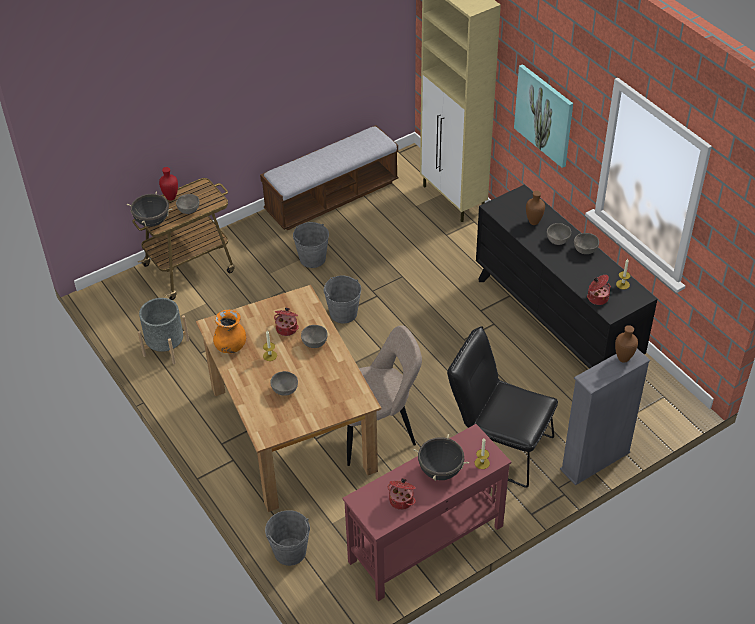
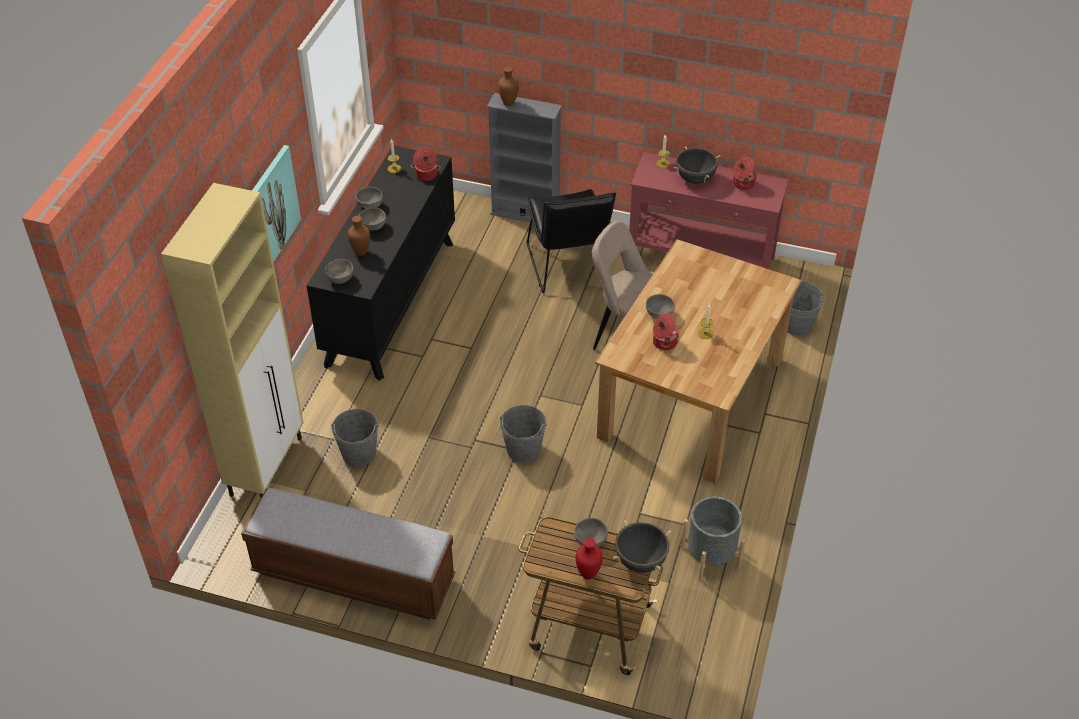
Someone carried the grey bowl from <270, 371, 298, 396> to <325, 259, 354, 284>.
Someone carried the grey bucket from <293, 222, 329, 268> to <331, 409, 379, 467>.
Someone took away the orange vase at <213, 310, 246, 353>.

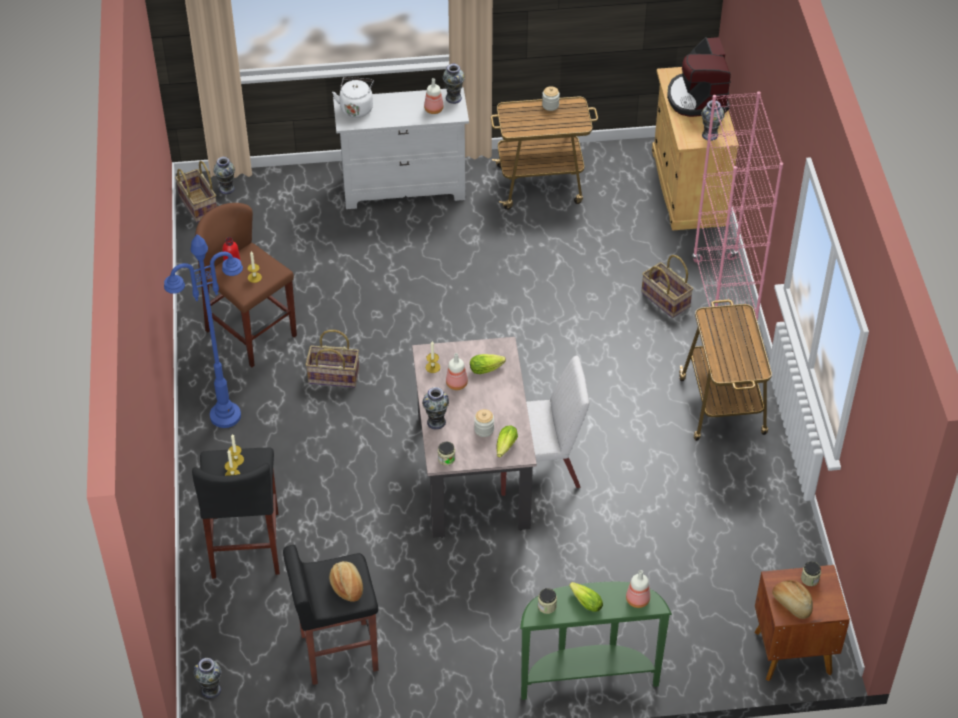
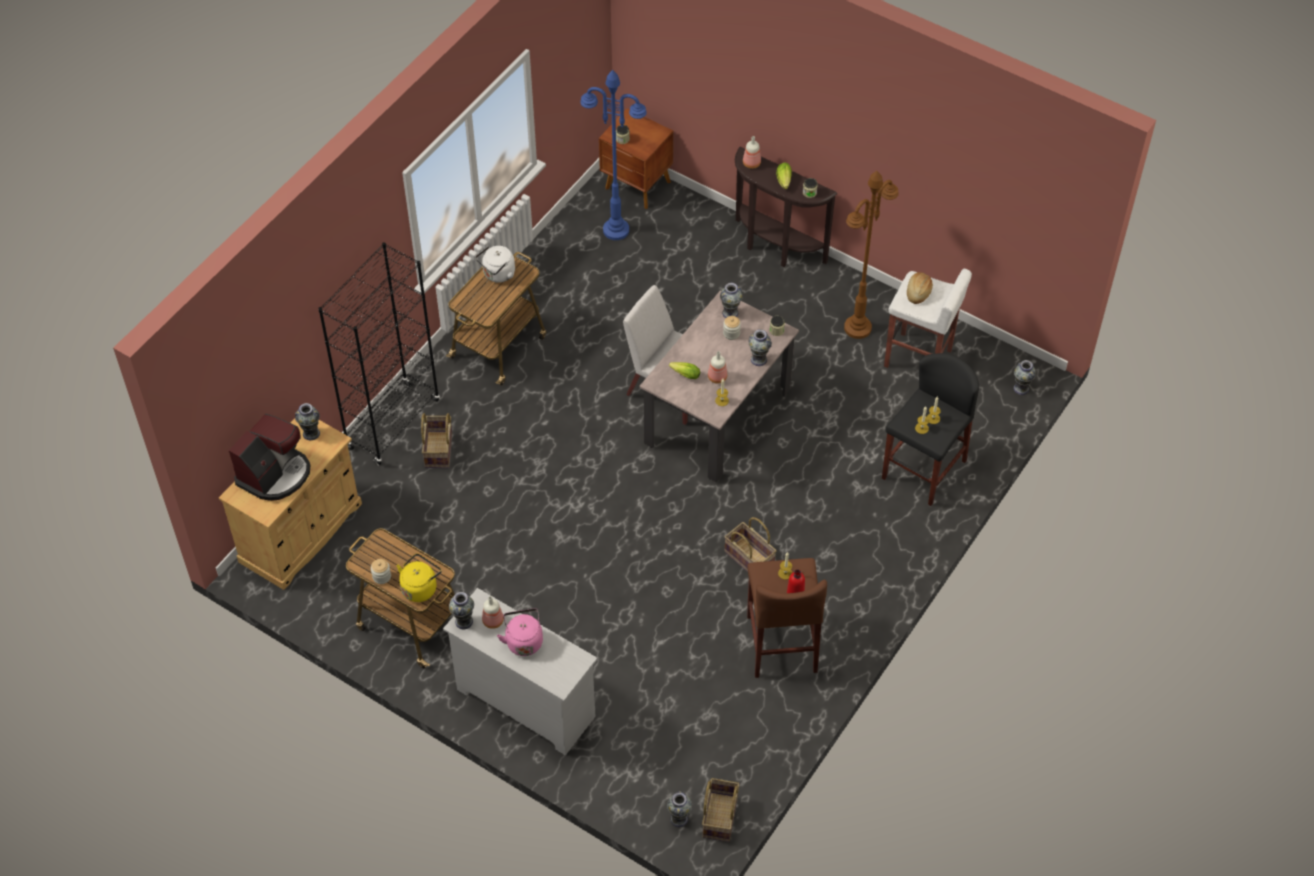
Someone repainted the pink bookcase at <692, 91, 783, 333>, which became the black bookcase at <318, 242, 440, 465>.
Someone put down the yellow kettle at <397, 554, 442, 602>.
Someone carried the white kettle from <332, 77, 374, 118> to <475, 246, 515, 283>.
Someone put down the pink kettle at <497, 609, 543, 656>.
Someone carried the blue floor lamp from <164, 234, 243, 428> to <580, 70, 647, 240>.
Someone swapped the lettuce at <496, 426, 518, 457> for the vase at <720, 283, 743, 318>.
Someone repainted the green console table at <520, 582, 672, 700>, which became the brown console table at <735, 147, 837, 267>.
Someone put down the brown floor lamp at <844, 171, 899, 339>.
Someone repainted the black stool at <283, 545, 378, 685>, which became the white stool at <884, 269, 972, 368>.
Someone took away the bread at <772, 580, 813, 619>.

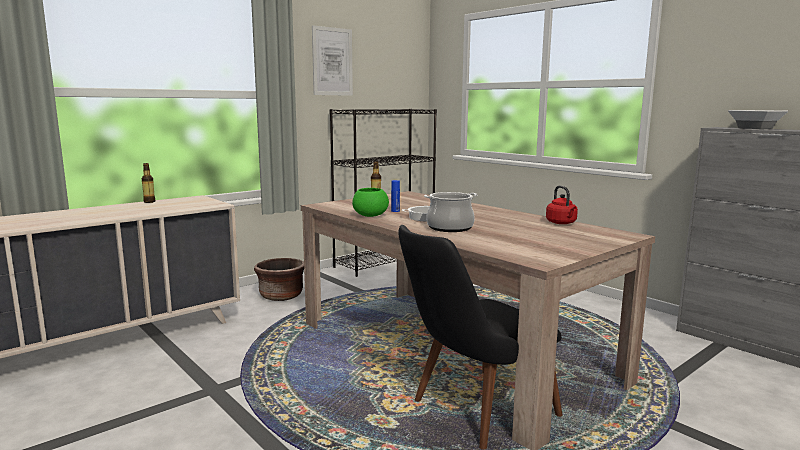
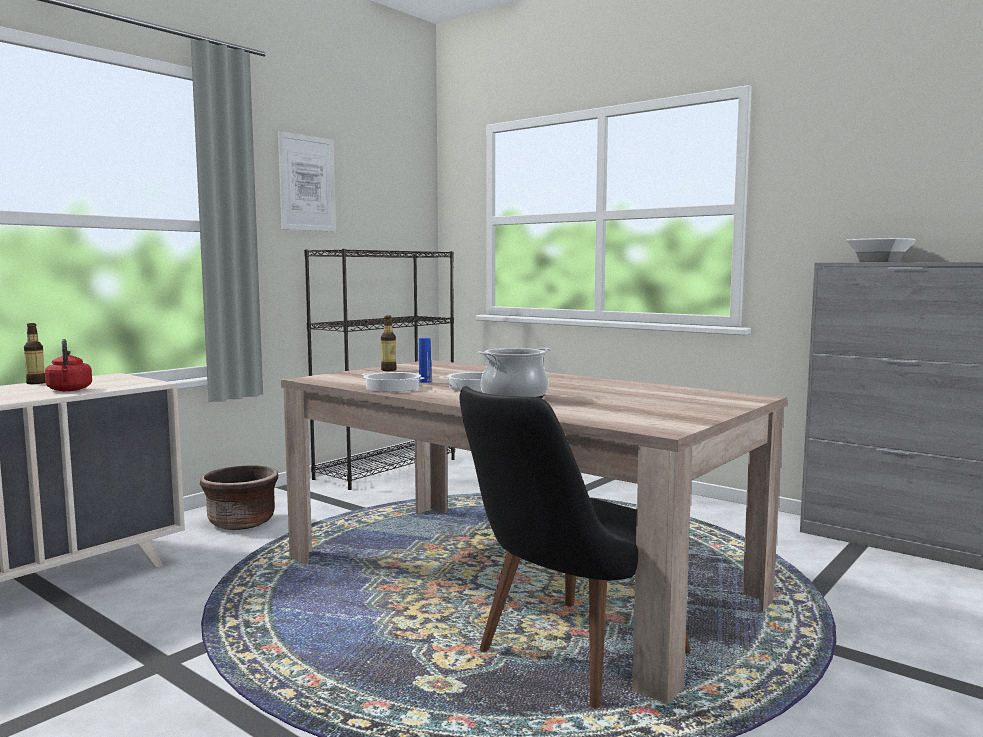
Someone carried the red kettle from <546, 186, 578, 224> to <45, 339, 92, 391>.
Someone swapped the green bowl at <352, 188, 389, 217> for the cooking pot at <362, 372, 424, 392>.

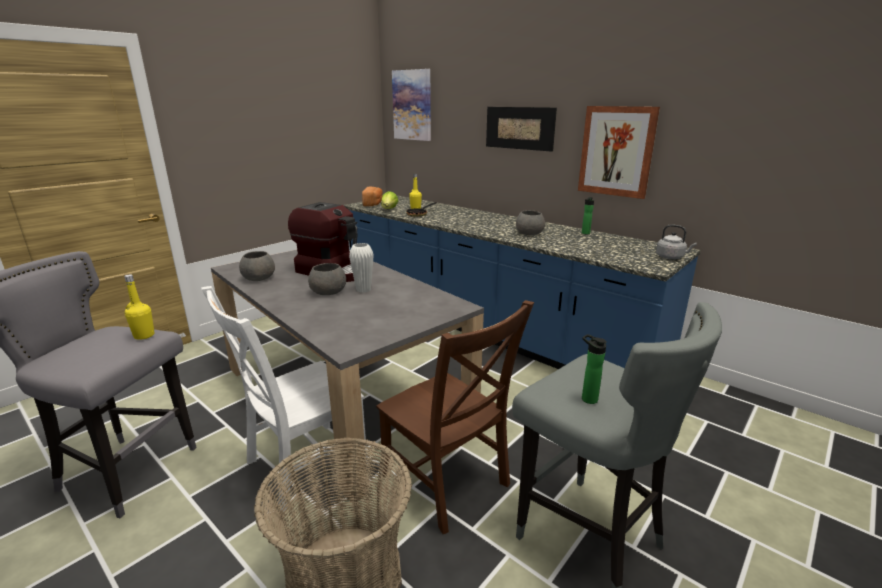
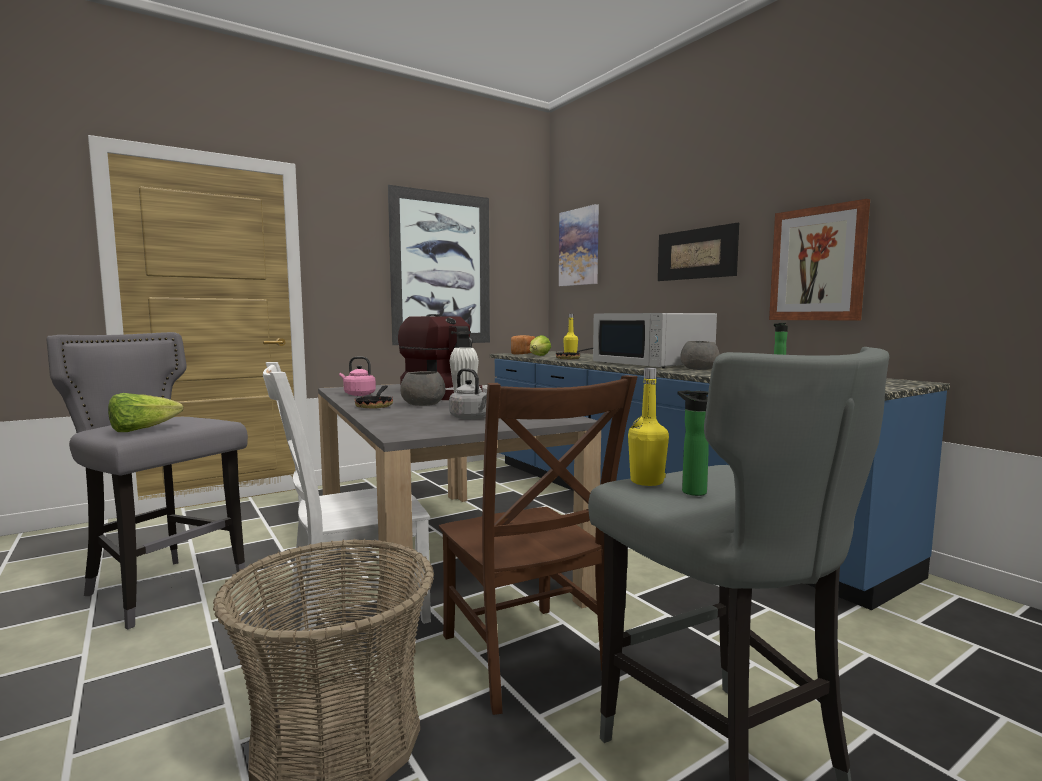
Someone put down the lettuce at <108, 393, 183, 432>.
Someone swapped the grey bowl at <239, 251, 275, 281> for the pink kettle at <339, 357, 376, 396>.
Someone put down the frying pan at <354, 386, 393, 409>.
Someone put up the picture at <388, 185, 490, 345>.
Someone carried the grey kettle from <656, 224, 697, 259> to <449, 368, 487, 420>.
Someone put down the white microwave at <593, 313, 717, 368>.
Someone carried the yellow bottle from <124, 274, 155, 340> to <628, 368, 669, 486>.

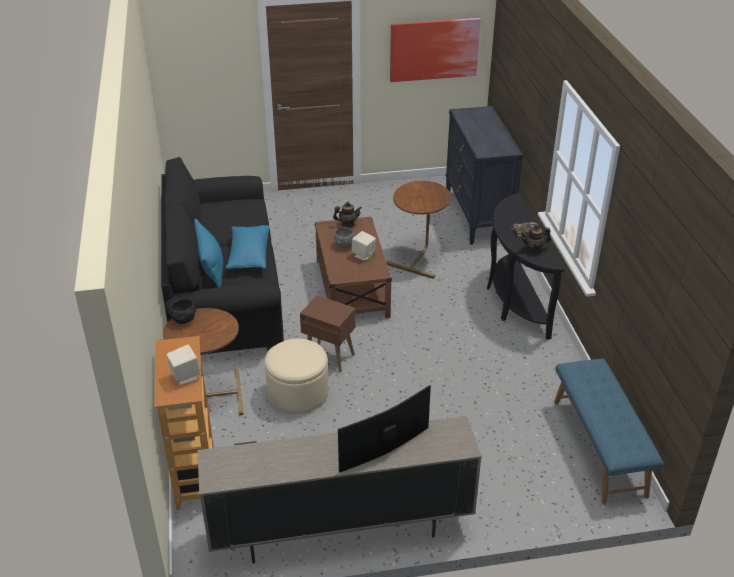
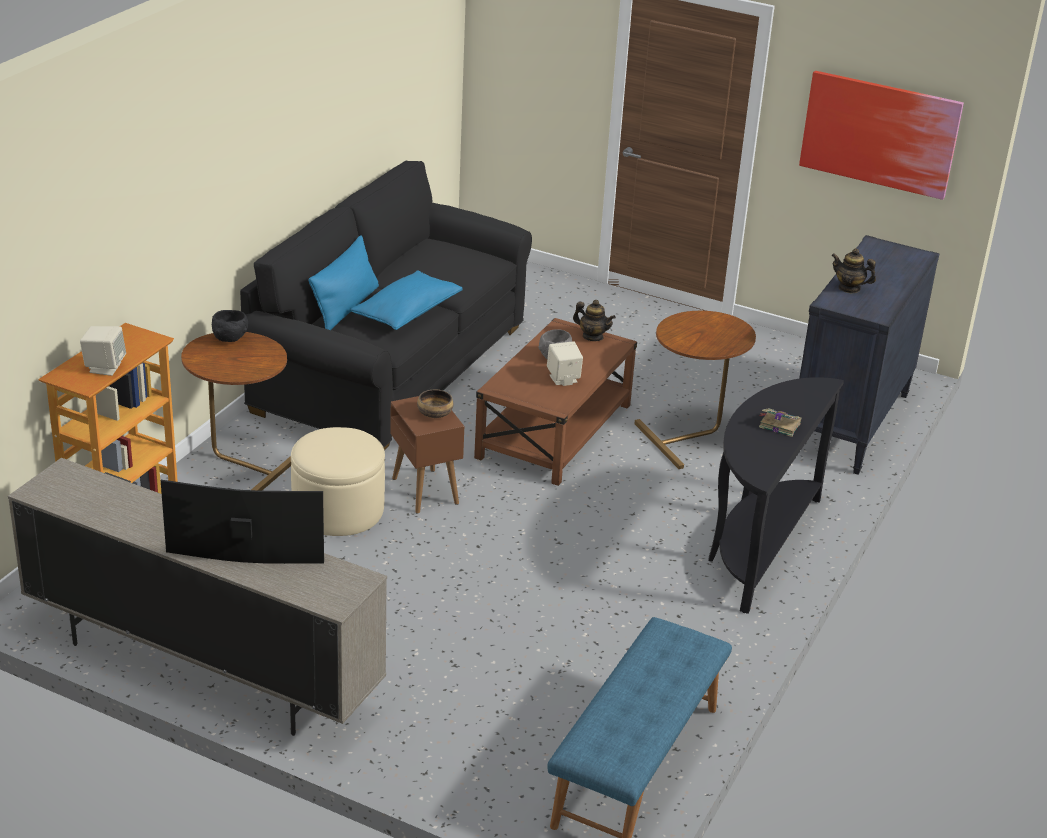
Someone put down the bowl at <417, 390, 453, 418>.
Someone carried the teapot from <520, 225, 551, 254> to <831, 248, 876, 293>.

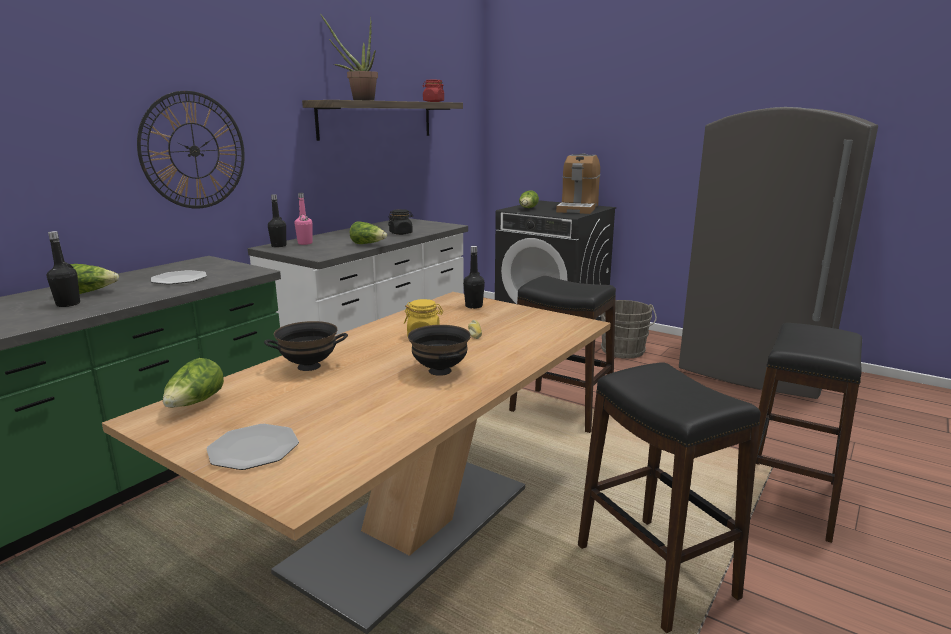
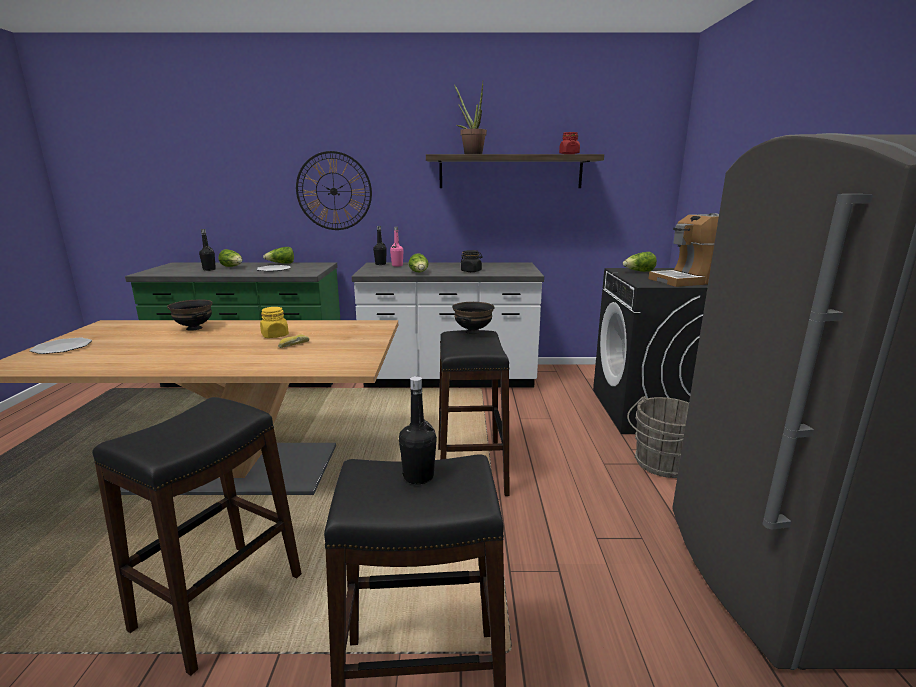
Someone carried the lettuce from <163, 358, 224, 408> to <263, 247, 294, 264>.
Someone carried the black bottle from <463, 246, 485, 309> to <399, 376, 437, 484>.
Someone carried the black bowl from <408, 325, 471, 376> to <452, 302, 495, 334>.

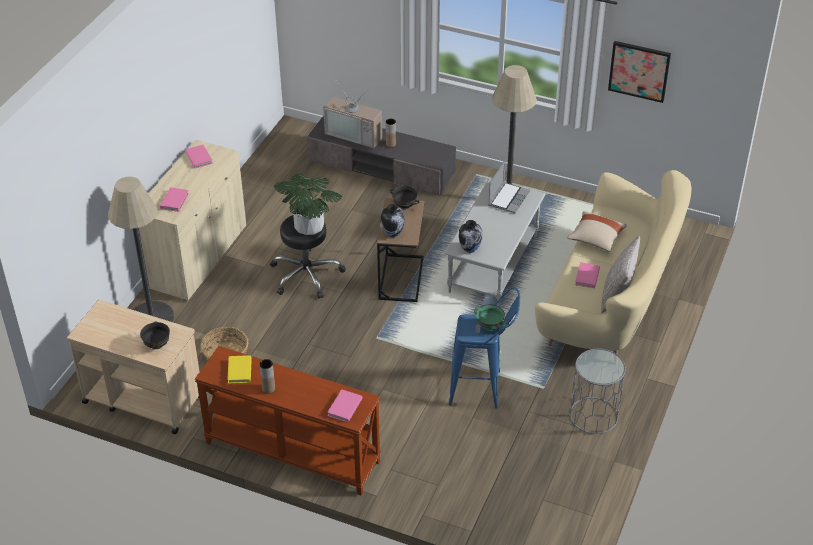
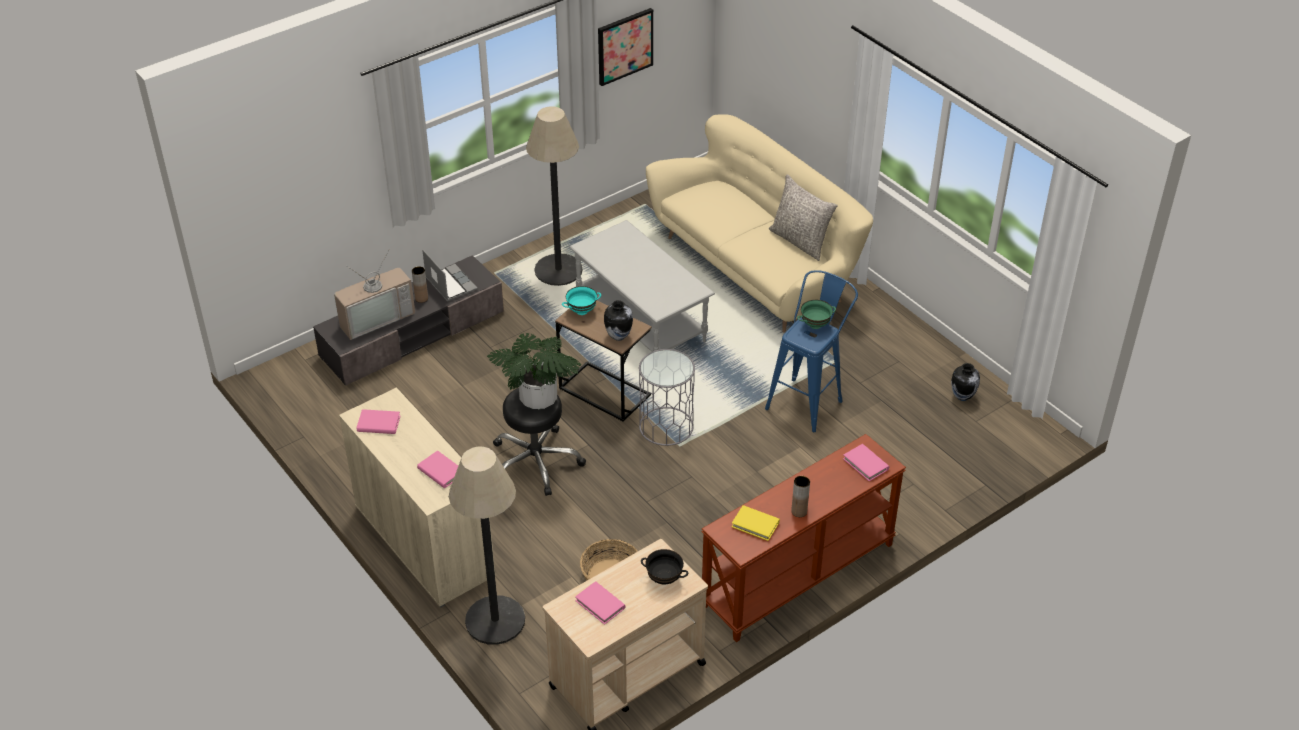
Someone carried the laptop from <488, 160, 530, 213> to <422, 250, 478, 302>.
Someone repainted the black bowl at <390, 186, 420, 209>, which became the turquoise bowl at <562, 286, 601, 315>.
Someone carried the pink book from <575, 262, 600, 288> to <575, 581, 626, 625>.
Someone carried the grey side table from <570, 349, 626, 434> to <639, 349, 695, 446>.
Someone carried the vase from <459, 220, 482, 253> to <951, 363, 980, 401>.
Someone took away the beige pillow at <567, 211, 627, 252>.

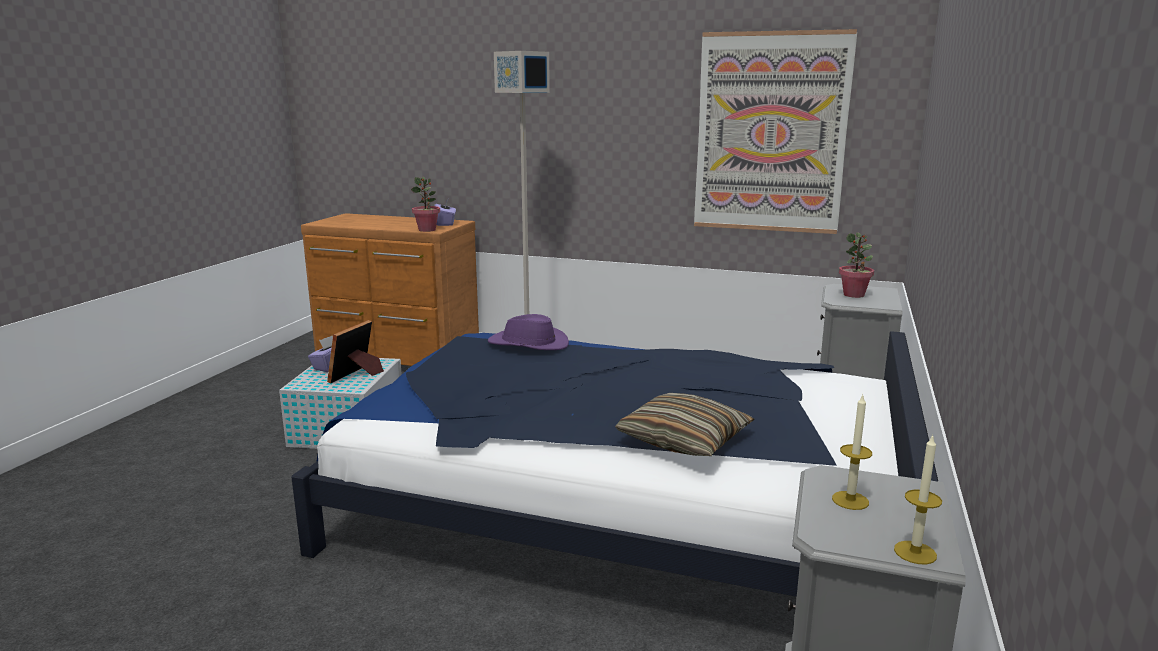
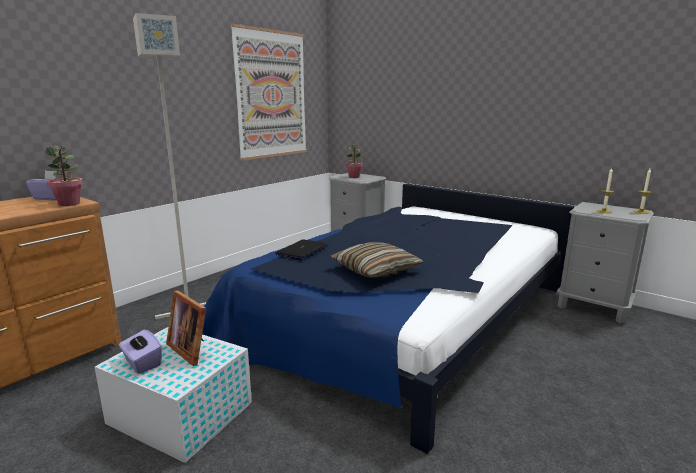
Someone swapped the purple hat at <488, 314, 569, 350> for the laptop at <275, 240, 328, 260>.
Someone carried the pillow from <615, 393, 755, 456> to <331, 243, 424, 278>.

